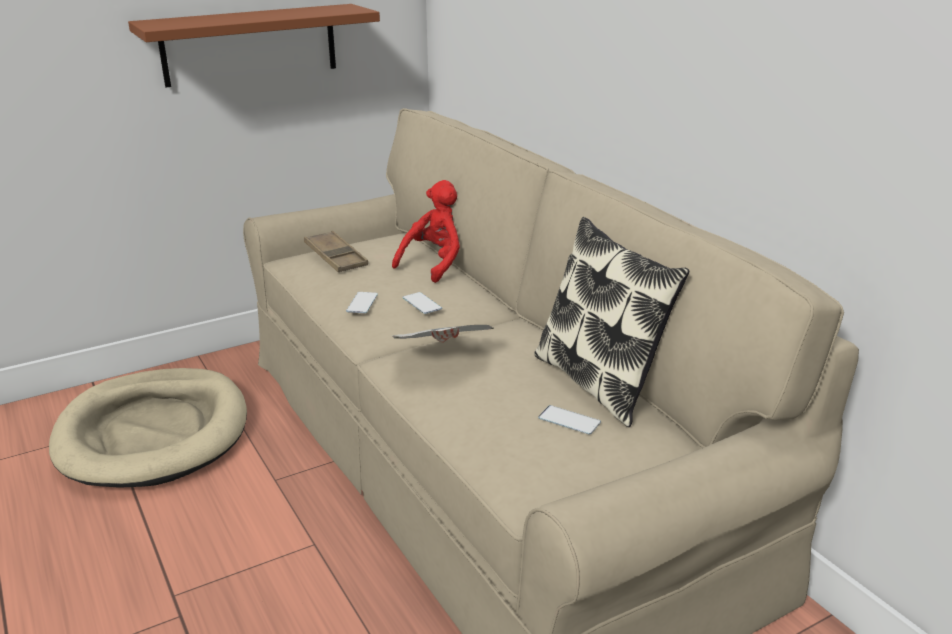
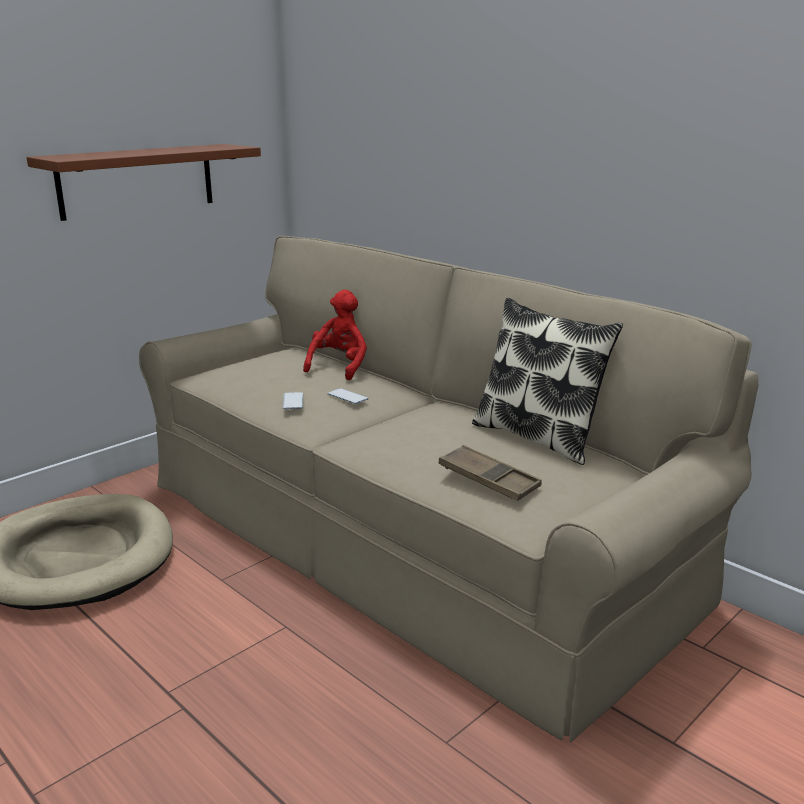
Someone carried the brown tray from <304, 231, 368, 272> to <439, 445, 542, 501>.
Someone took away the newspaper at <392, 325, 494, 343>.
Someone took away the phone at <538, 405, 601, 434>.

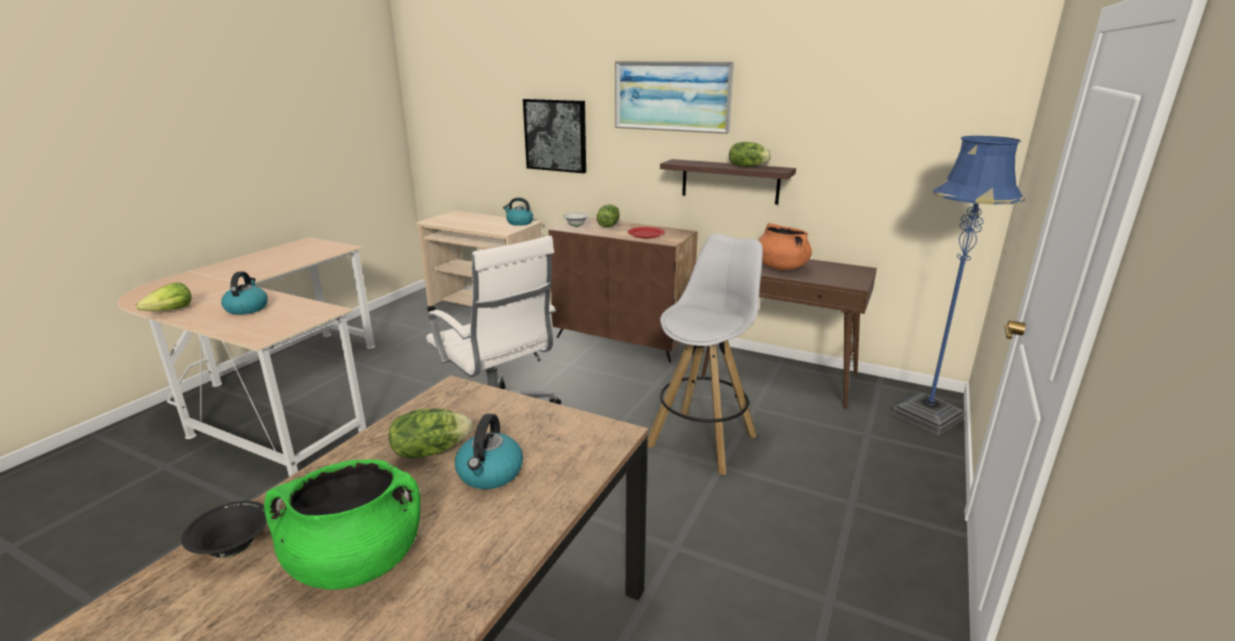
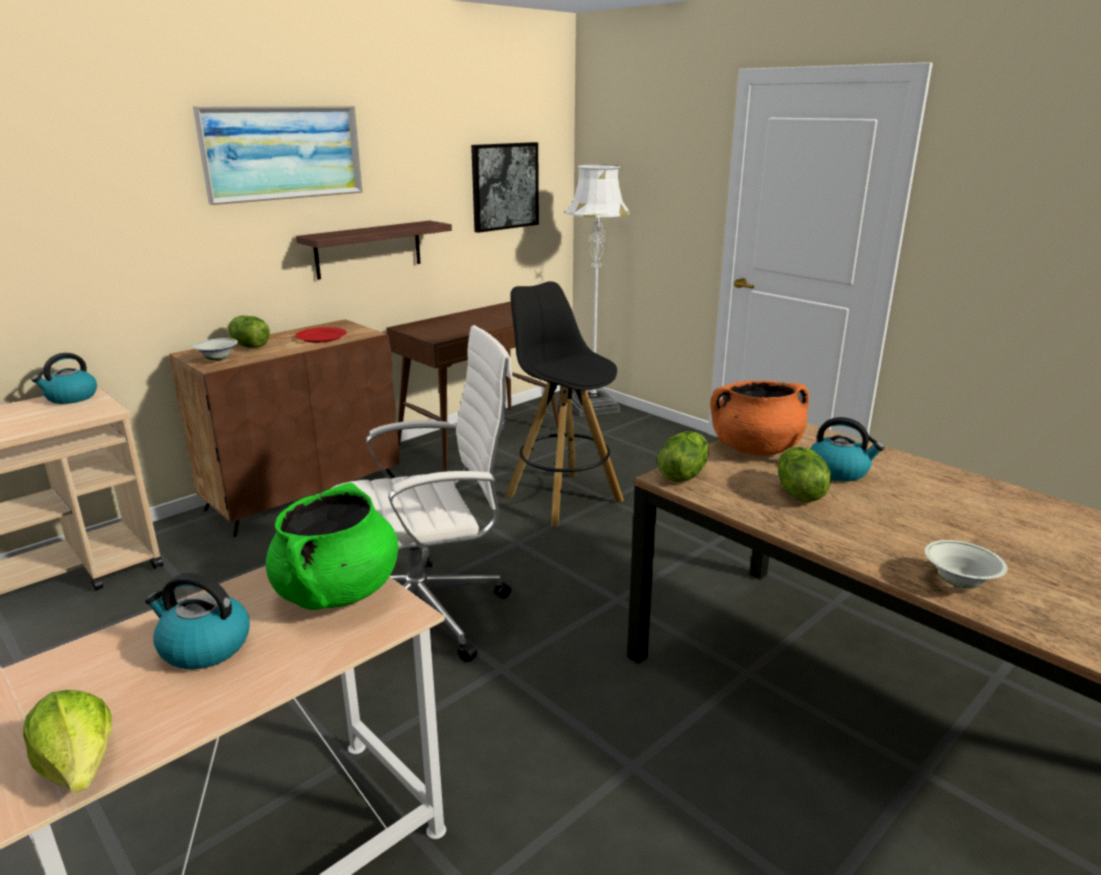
Someone carried the green cooking pot from <264, 459, 421, 590> to <266, 483, 398, 610>.
Someone carried the picture from <523, 99, 586, 173> to <471, 142, 539, 233>.
Someone repainted the white stool at <647, 233, 763, 474>, which became the black stool at <506, 281, 624, 527>.
Someone repainted the blue floor lamp at <892, 136, 1025, 435>, which became the white floor lamp at <565, 164, 631, 417>.
Someone carried the lettuce from <729, 142, 772, 167> to <657, 431, 709, 482>.
Someone carried the orange cooking pot from <758, 223, 812, 270> to <710, 381, 809, 456>.
Someone repainted the black bowl at <181, 501, 267, 558>, which became the white bowl at <924, 540, 1007, 589>.

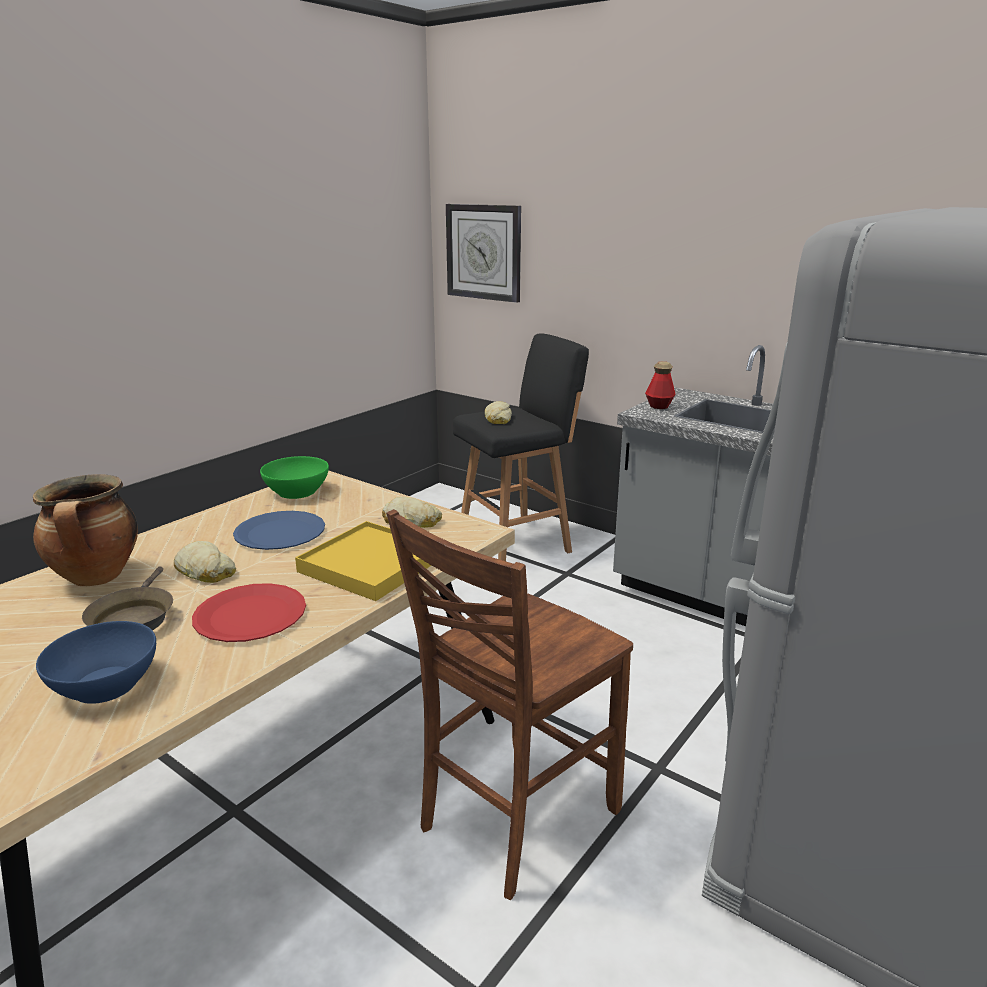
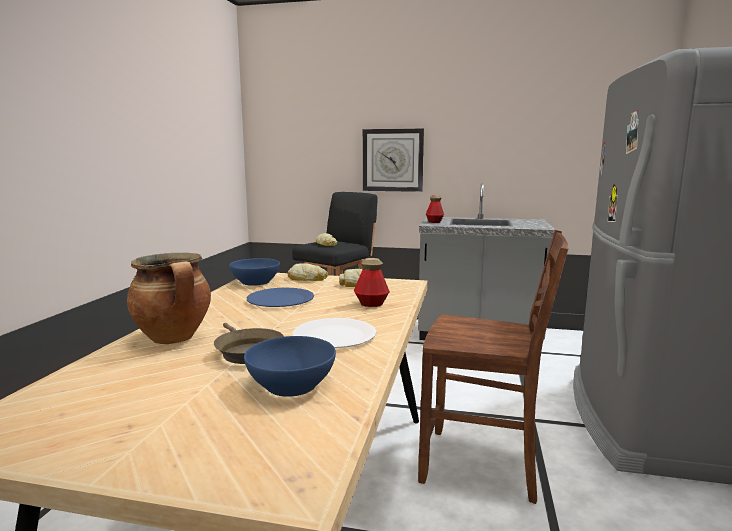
Someone repainted the green bowl at <260, 456, 329, 499>, which became the blue bowl at <229, 258, 280, 286>.
Someone carried the bread from <174, 541, 236, 583> to <288, 263, 328, 281>.
Someone repainted the red plate at <192, 583, 306, 642>, which became the white plate at <293, 318, 377, 348>.
Someone swapped the yellow tray at <295, 521, 432, 601> for the bottle at <354, 258, 390, 307>.
Someone carried the wall clock from <446, 204, 521, 303> to <363, 129, 424, 192>.
Someone rotated the brown chair at <387, 509, 633, 900> by 90 degrees counterclockwise.

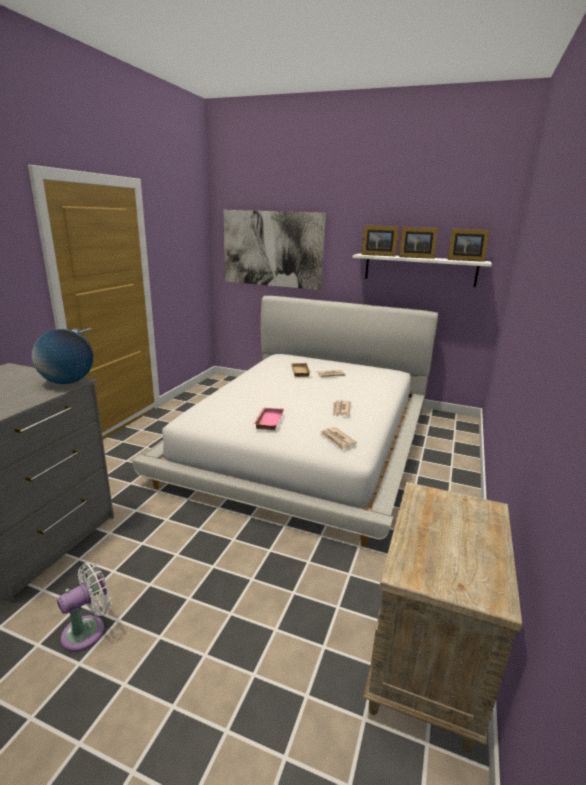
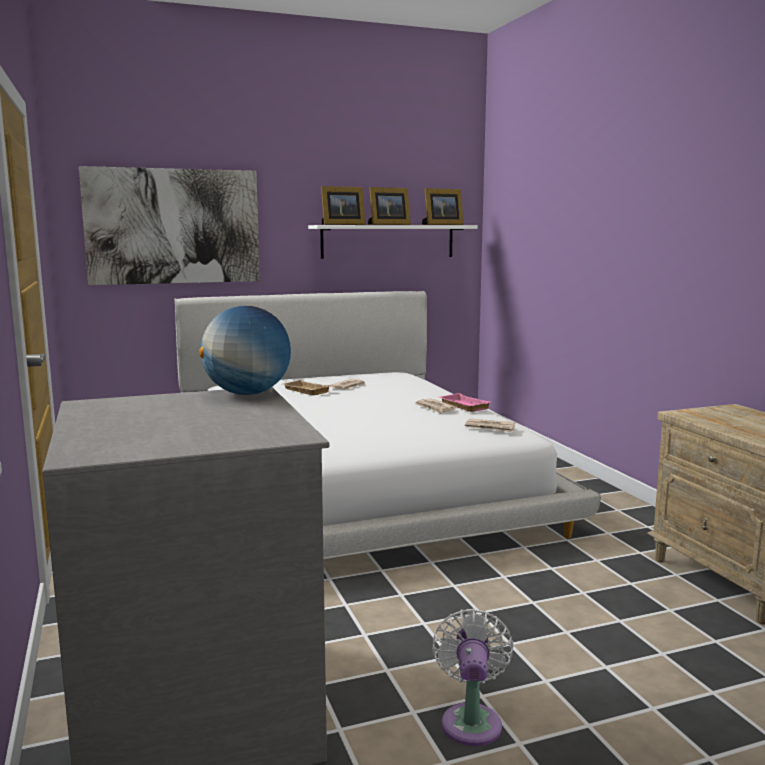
Someone carried the pink tray from <254, 408, 284, 430> to <439, 393, 492, 412>.

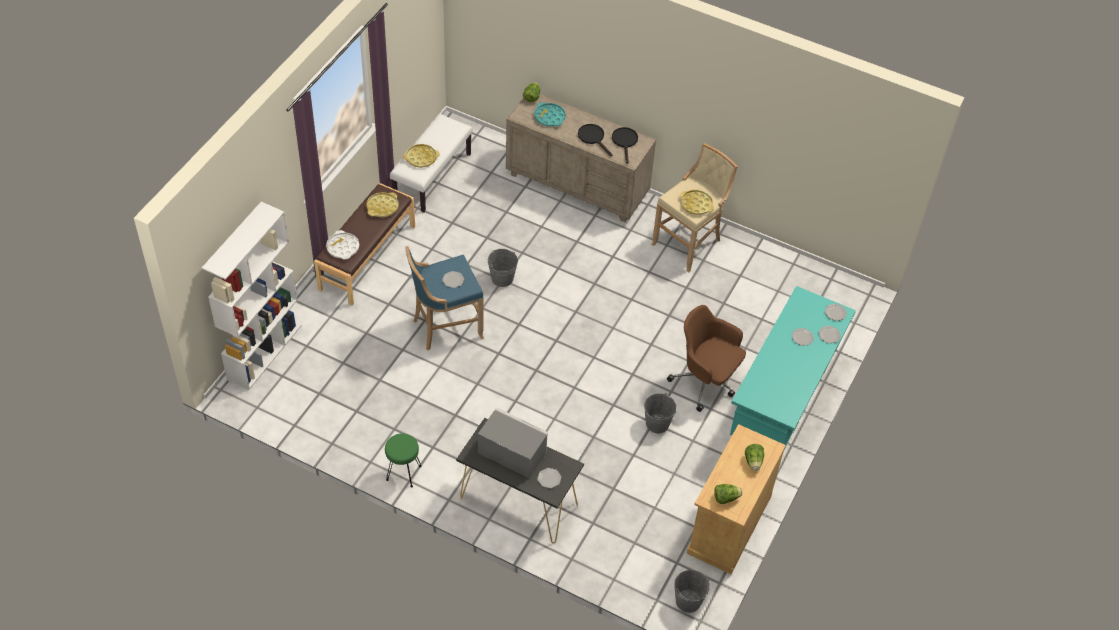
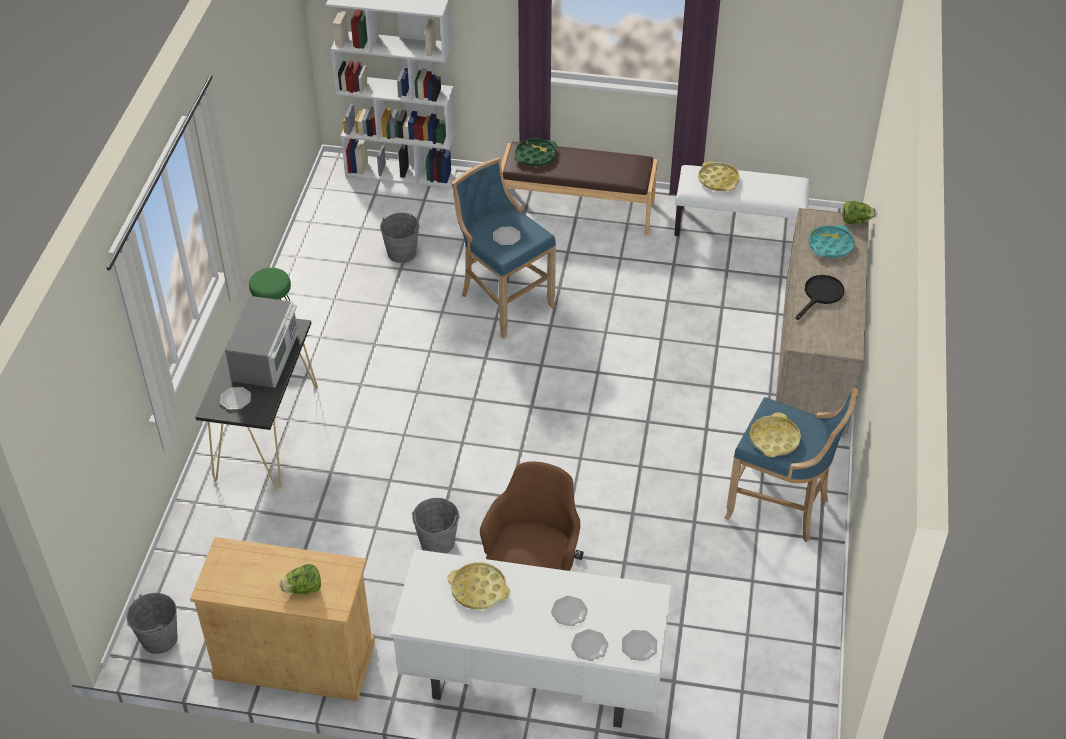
Someone carried the grey bucket from <488, 249, 518, 287> to <380, 213, 419, 263>.
Someone repainted the turquoise desk at <730, 286, 856, 445>, which became the white desk at <391, 549, 671, 728>.
Someone carried the yellow tray from <366, 192, 399, 217> to <447, 562, 510, 609>.
Someone repainted the white tray at <326, 230, 359, 260>, which became the green tray at <514, 138, 557, 166>.
Someone repainted the beige stool at <651, 143, 738, 272>, which became the blue stool at <724, 388, 858, 542>.
Someone took away the black frying pan at <612, 127, 638, 164>.
Someone took away the lettuce at <714, 484, 742, 504>.

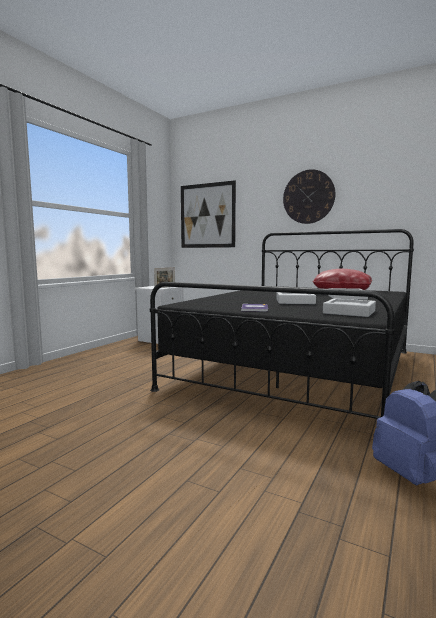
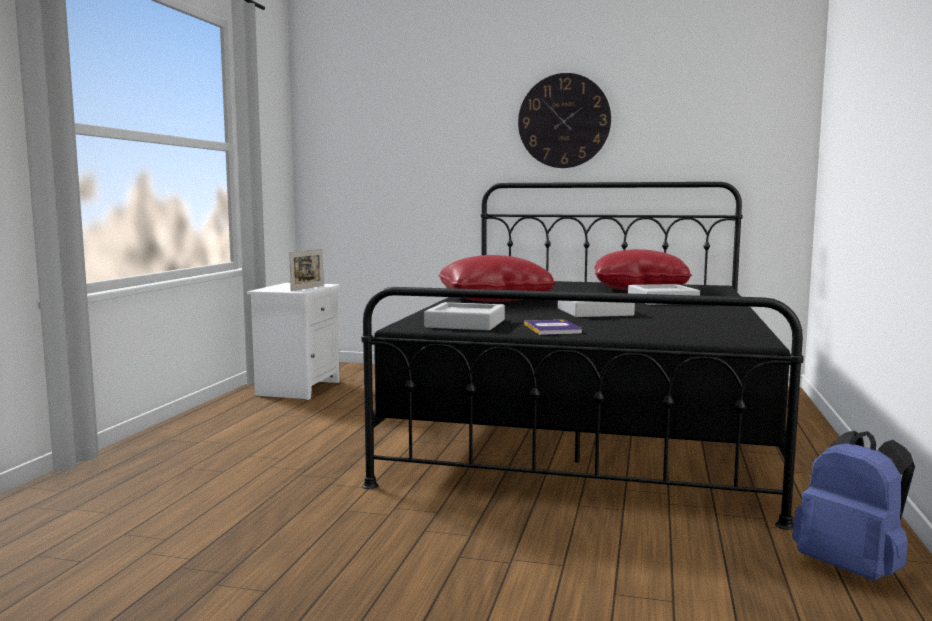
Someone carried the grey tray from <323, 299, 376, 317> to <424, 302, 505, 331>.
Someone put down the red pillow at <438, 255, 556, 302>.
Someone took away the picture at <181, 180, 236, 248>.

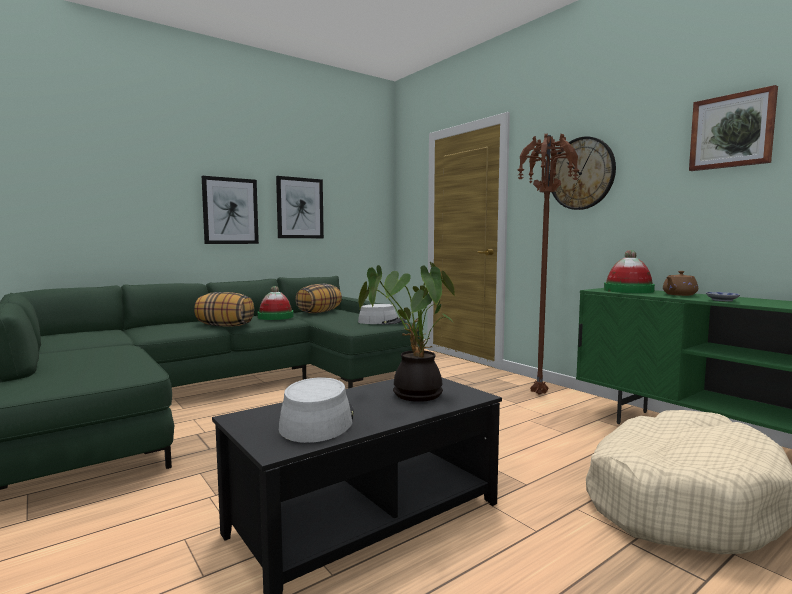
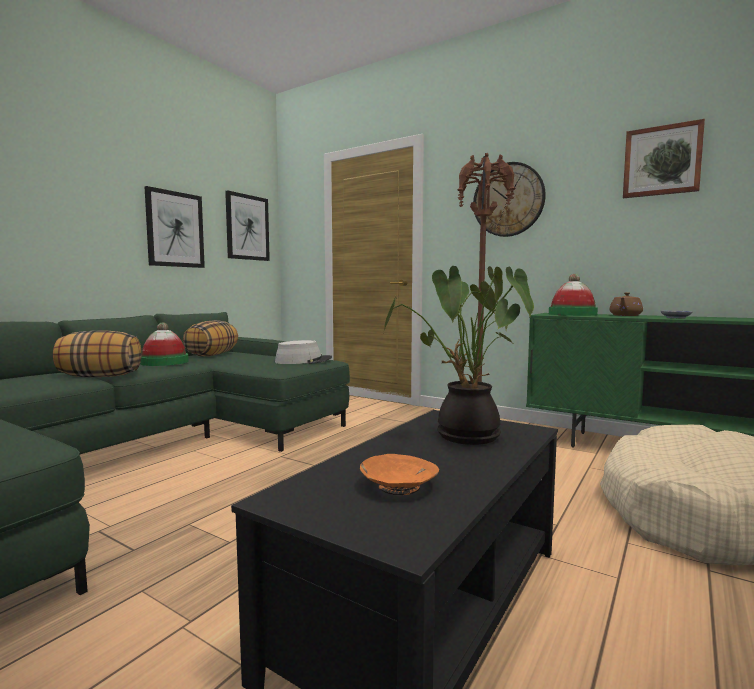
Someone carried the picture from <202, 176, 259, 244> to <225, 190, 270, 261>.
Someone swapped the grey hat at <278, 377, 354, 443> for the orange bowl at <360, 454, 439, 495>.

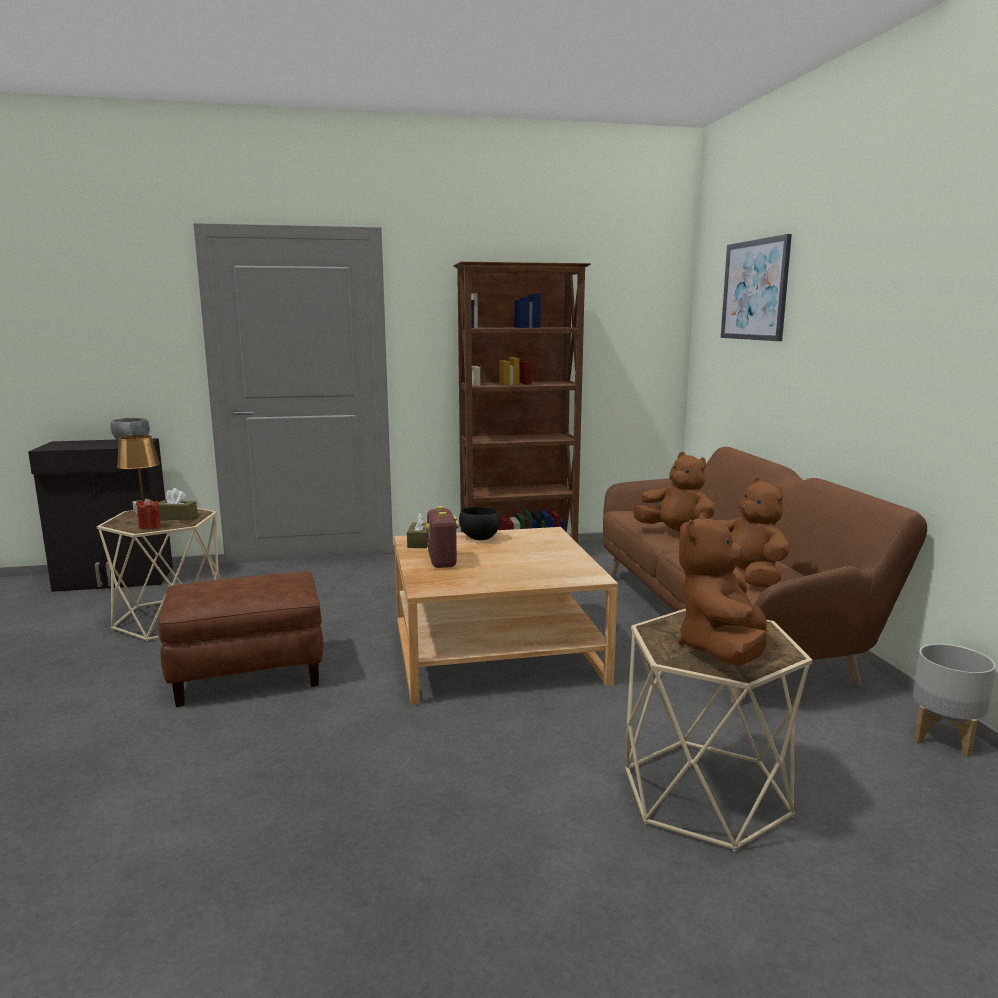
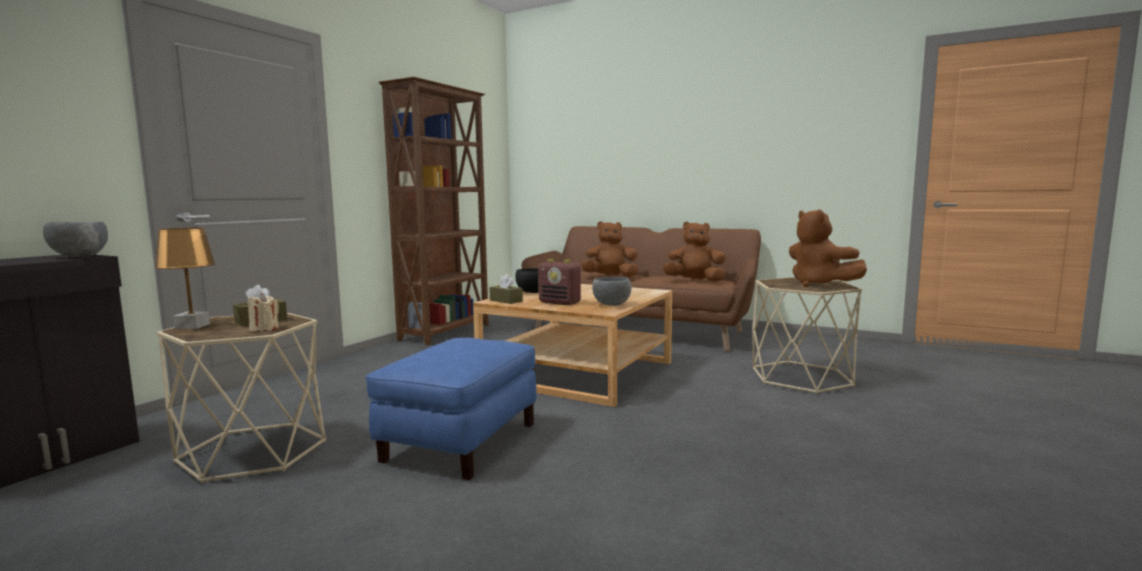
Someone repainted the red candle at <136, 498, 161, 530>, which became the beige candle at <248, 293, 279, 332>.
Someone repainted the brown ottoman at <158, 572, 323, 707>, which became the blue ottoman at <366, 338, 537, 480>.
Someone put down the grey bowl at <592, 277, 632, 306>.
Someone took away the picture at <721, 234, 792, 341>.
Someone took away the grey planter at <913, 643, 996, 757>.

